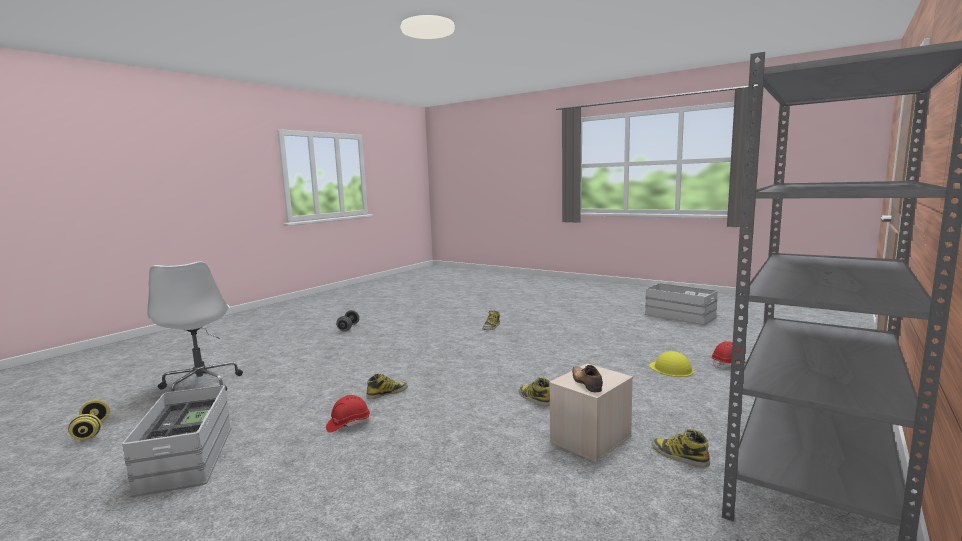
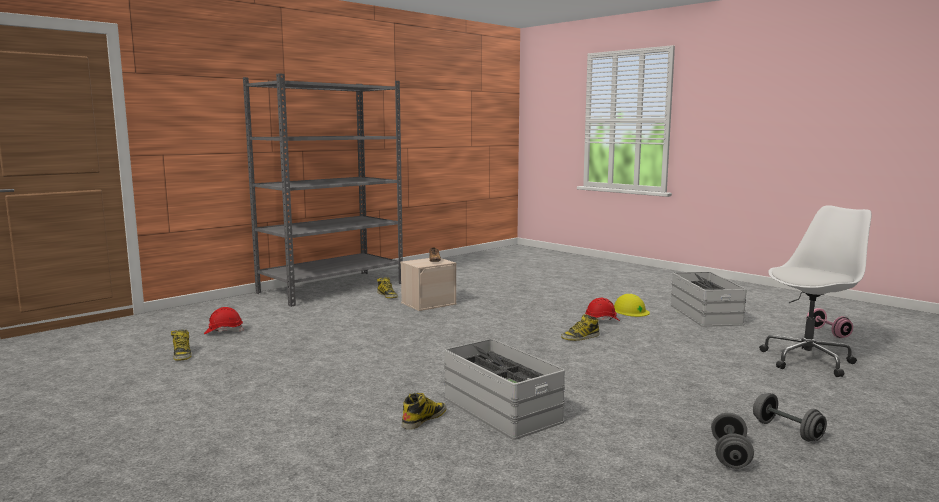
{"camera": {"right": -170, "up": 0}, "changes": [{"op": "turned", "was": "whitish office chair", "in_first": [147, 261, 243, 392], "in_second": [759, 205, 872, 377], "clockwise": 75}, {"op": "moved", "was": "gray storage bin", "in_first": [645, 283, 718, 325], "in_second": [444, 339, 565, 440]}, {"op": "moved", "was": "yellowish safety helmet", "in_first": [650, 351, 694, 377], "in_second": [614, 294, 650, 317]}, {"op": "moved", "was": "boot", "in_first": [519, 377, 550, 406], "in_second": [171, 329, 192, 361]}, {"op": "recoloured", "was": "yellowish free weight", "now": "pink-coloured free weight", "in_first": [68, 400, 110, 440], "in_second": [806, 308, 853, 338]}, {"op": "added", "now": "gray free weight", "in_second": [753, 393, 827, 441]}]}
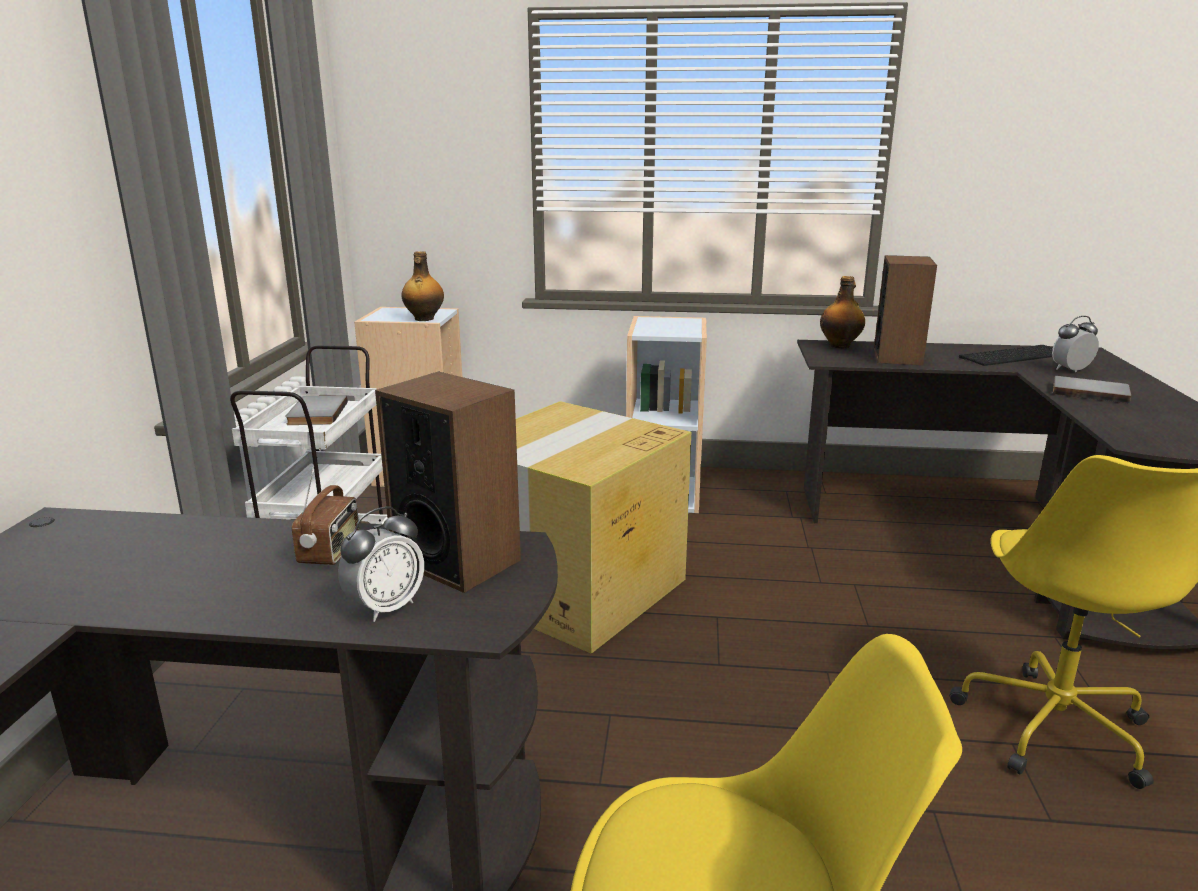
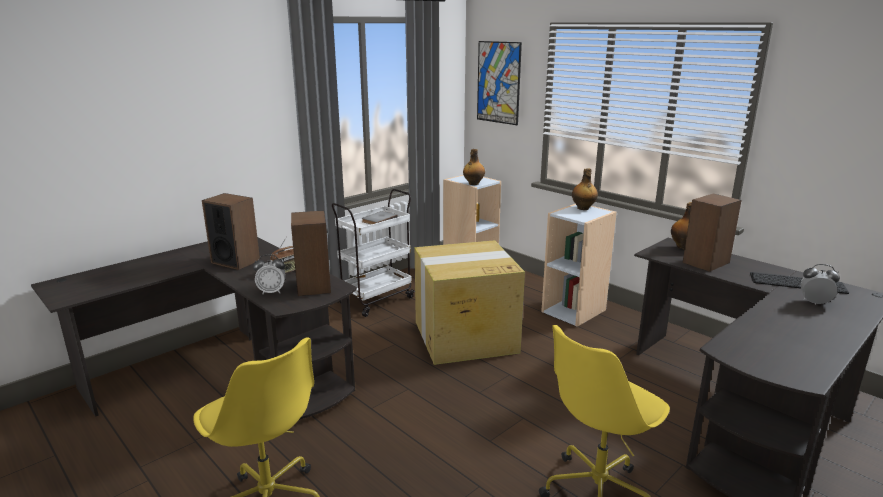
{"camera": {"right": 40, "up": 0}, "changes": [{"op": "removed", "was": "gray bound book", "in_first": [1053, 376, 1131, 404]}, {"op": "added", "now": "wall picture", "in_second": [477, 41, 522, 125]}, {"op": "added", "now": "beverage bottle", "in_second": [572, 168, 598, 210]}, {"op": "added", "now": "speaker", "in_second": [202, 193, 260, 270]}]}
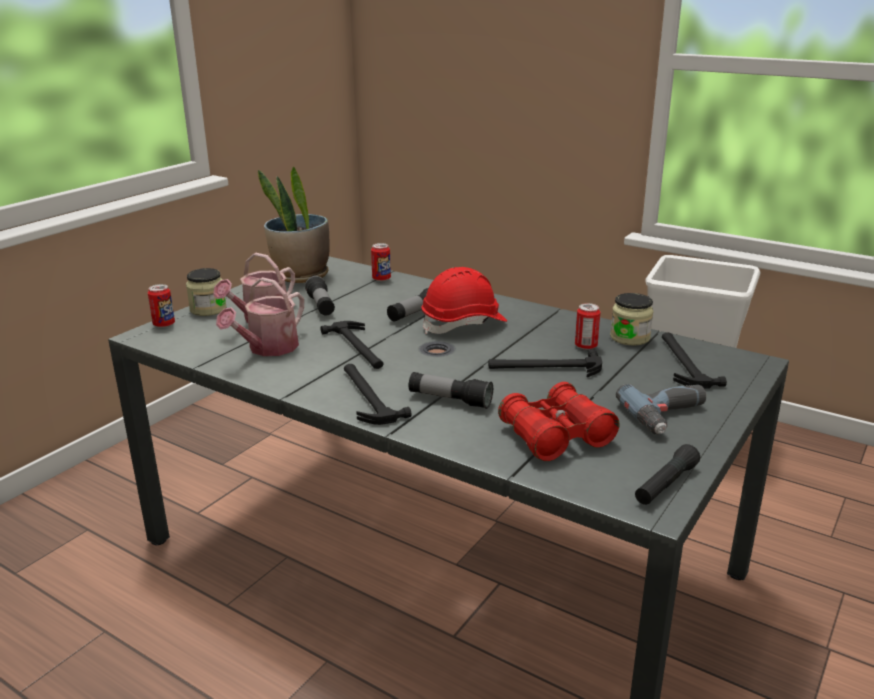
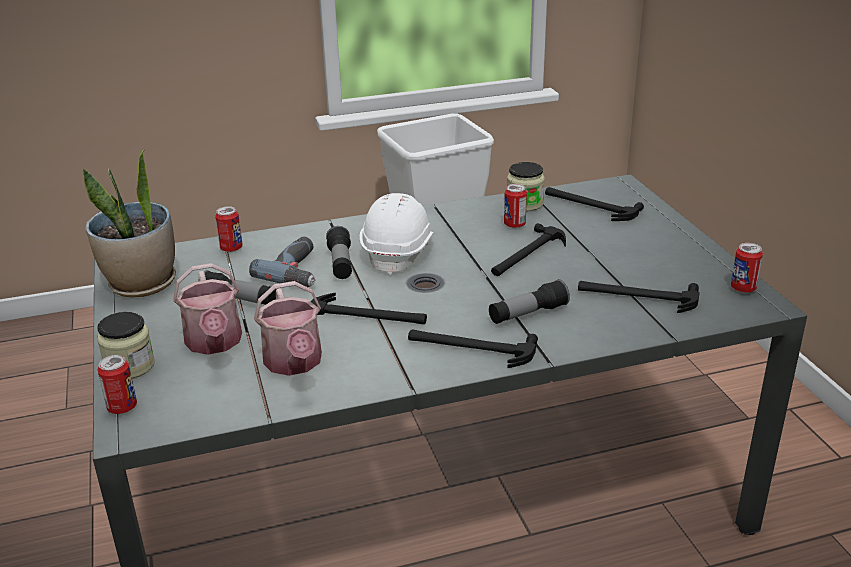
{"camera": {"right": -50, "up": 5}, "changes": [{"op": "recoloured", "was": "red safety helmet", "now": "whitish safety helmet", "in_first": [421, 267, 507, 334], "in_second": [360, 193, 434, 275]}, {"op": "replaced", "was": "red field glasses", "now": "hammer", "in_first": [498, 382, 619, 461], "in_second": [578, 281, 700, 313]}, {"op": "moved", "was": "electric drill", "in_first": [616, 384, 706, 435], "in_second": [249, 236, 316, 287]}, {"op": "replaced", "was": "black-coloured flashlight", "now": "sealed can", "in_first": [635, 444, 700, 505], "in_second": [731, 243, 763, 293]}]}
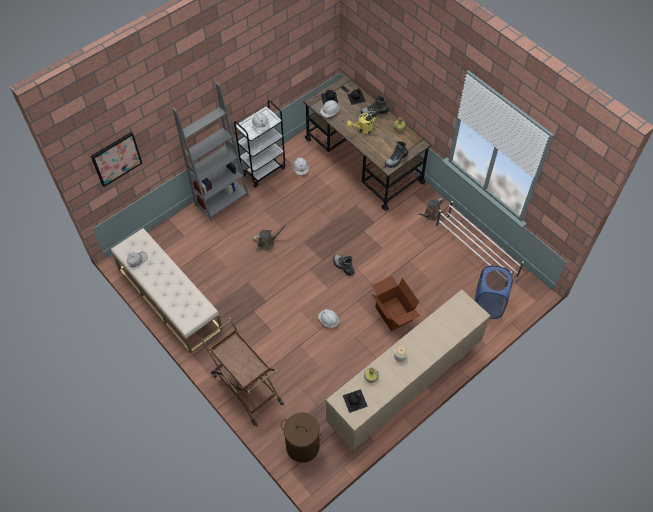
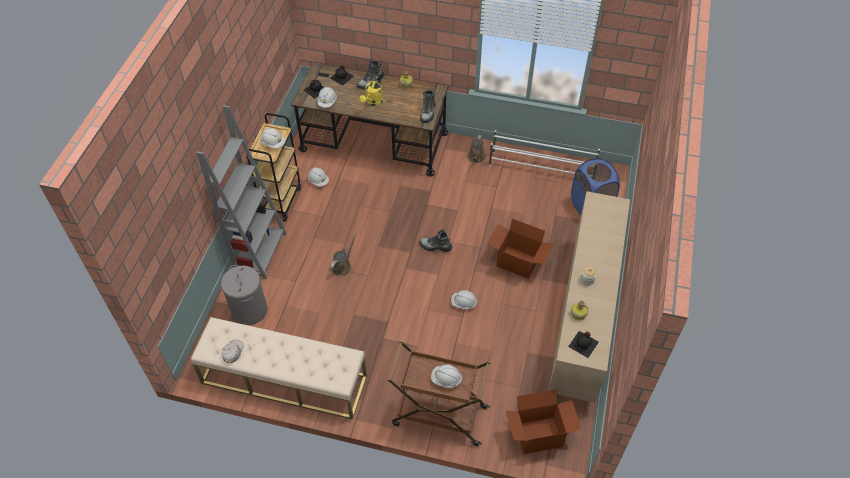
{"camera": {"right": -35, "up": -5}, "changes": [{"op": "recoloured", "was": "whitish trolley", "now": "brown trolley", "in_first": [234, 100, 286, 187], "in_second": [246, 113, 301, 222]}, {"op": "removed", "was": "wall picture", "in_first": [91, 132, 142, 187]}, {"op": "replaced", "was": "brown washing basket", "now": "carton", "in_first": [281, 413, 322, 463], "in_second": [506, 390, 581, 454]}, {"op": "added", "now": "gray washing basket", "in_second": [221, 265, 267, 325]}, {"op": "added", "now": "whitish safety helmet", "in_second": [431, 364, 462, 388]}]}
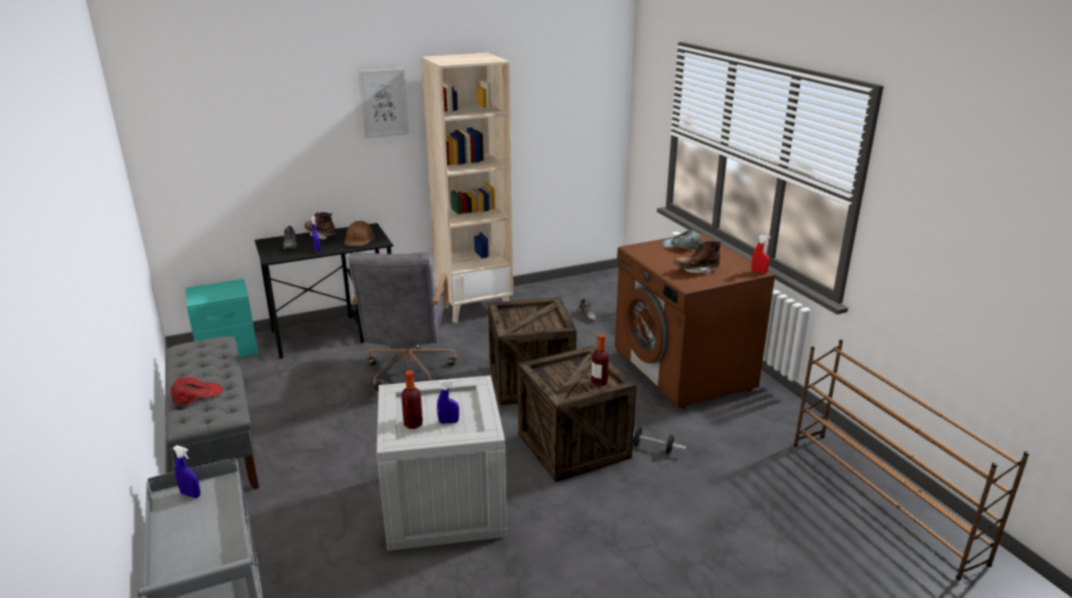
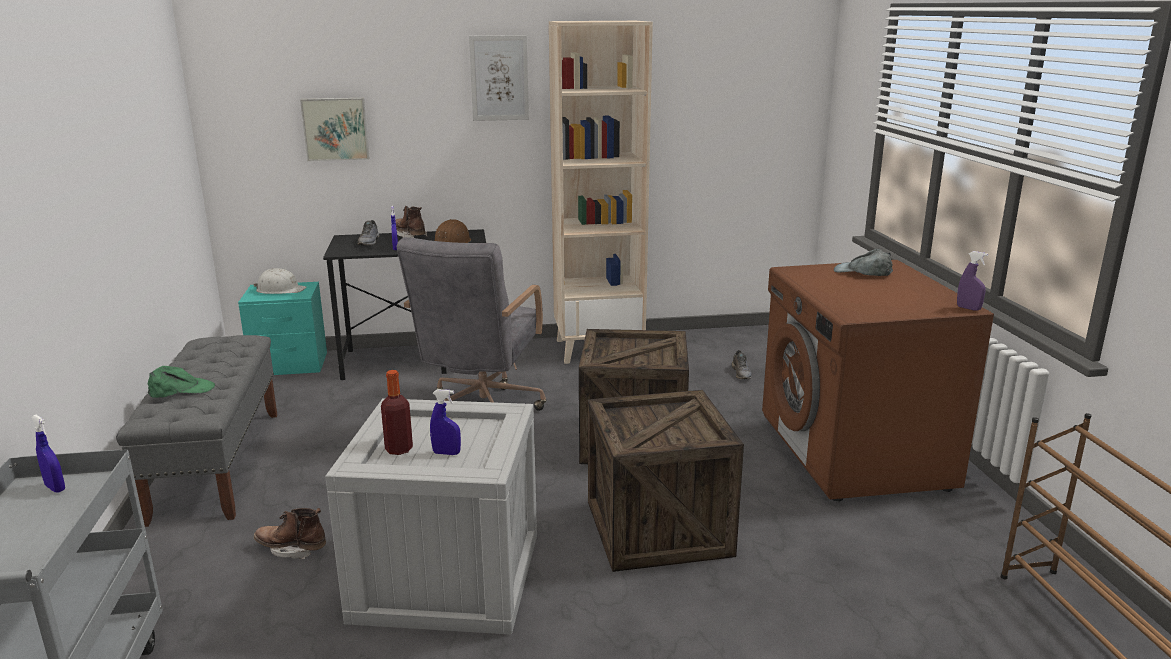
{"camera": {"right": 15, "up": -5}, "changes": [{"op": "recoloured", "was": "red spray bottle", "now": "purple-coloured spray bottle", "in_first": [751, 235, 771, 273], "in_second": [957, 251, 988, 311]}, {"op": "moved", "was": "brown boot", "in_first": [673, 240, 722, 273], "in_second": [254, 508, 326, 559]}, {"op": "removed", "was": "beverage bottle", "in_first": [591, 334, 609, 386]}, {"op": "recoloured", "was": "red cap", "now": "greenish cap", "in_first": [170, 377, 223, 405], "in_second": [147, 366, 215, 398]}, {"op": "removed", "was": "free weight", "in_first": [633, 427, 686, 454]}, {"op": "added", "now": "wall picture", "in_second": [300, 98, 369, 161]}, {"op": "added", "now": "whitish safety helmet", "in_second": [254, 268, 307, 294]}]}
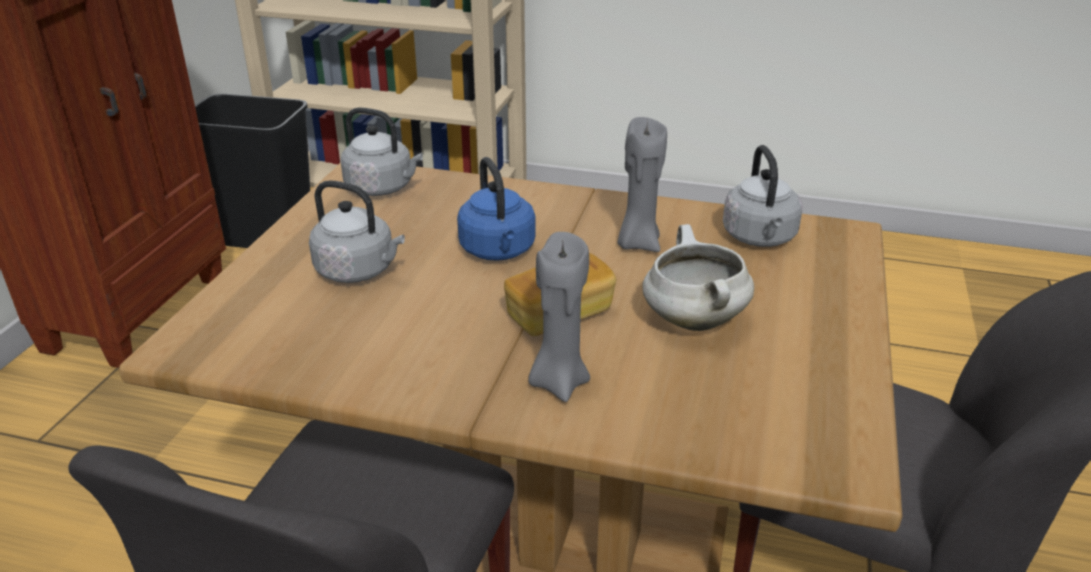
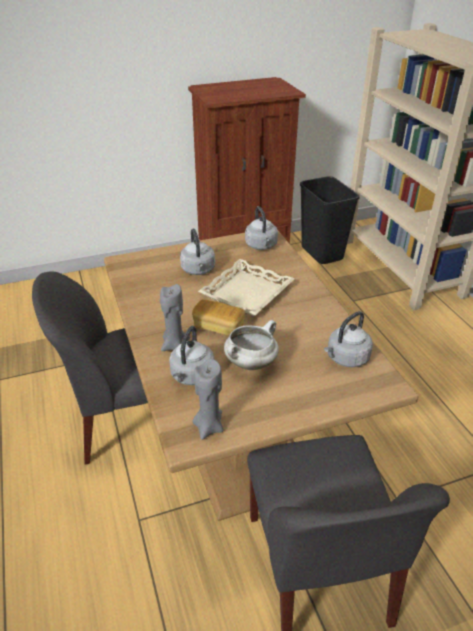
{"camera": {"right": 55, "up": 5}, "changes": [{"op": "moved", "was": "gray wax candle", "in_first": [618, 117, 667, 252], "in_second": [192, 359, 223, 440]}, {"op": "replaced", "was": "blue-coloured water kettle", "now": "sand-coloured carrying tray", "in_first": [457, 157, 536, 261], "in_second": [198, 259, 294, 316]}, {"op": "added", "now": "gray water kettle", "in_second": [169, 326, 214, 385]}]}
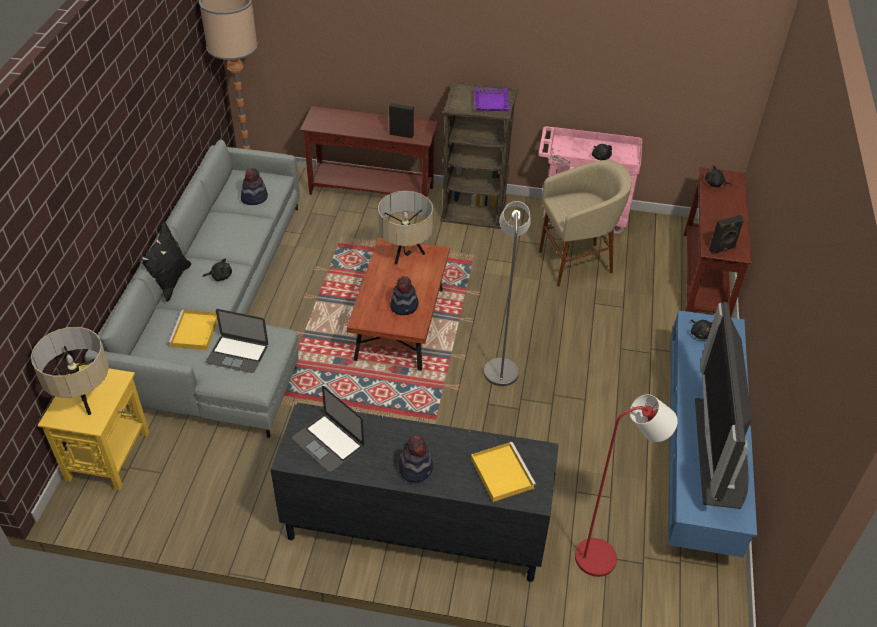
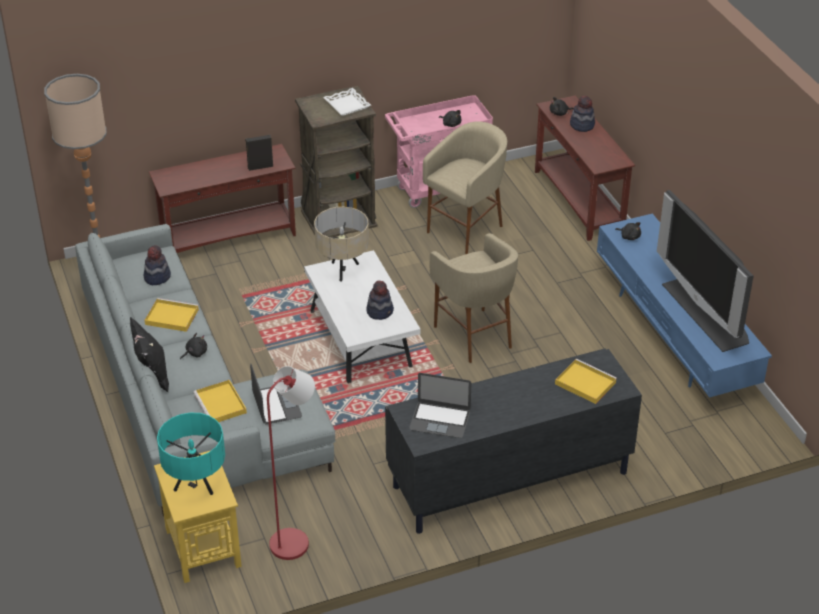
{"camera": {"right": -30, "up": -5}, "changes": [{"op": "recoloured", "was": "purple-coloured carrying tray", "now": "whitish carrying tray", "in_first": [474, 88, 510, 111], "in_second": [323, 88, 371, 116]}, {"op": "replaced", "was": "gray standing lamp", "now": "sand-coloured sitting stool", "in_first": [484, 201, 531, 386], "in_second": [430, 233, 518, 363]}, {"op": "removed", "was": "black-coloured speaker", "in_first": [709, 215, 745, 254]}, {"op": "recoloured", "was": "brown coffee table", "now": "whitish coffee table", "in_first": [347, 238, 450, 371], "in_second": [304, 250, 421, 384]}, {"op": "turned", "was": "portable computer", "in_first": [206, 309, 268, 373], "in_second": [250, 364, 302, 425], "clockwise": -90}, {"op": "recoloured", "was": "sand-coloured table lamp", "now": "turquoise table lamp", "in_first": [31, 327, 109, 415], "in_second": [157, 413, 225, 495]}, {"op": "moved", "was": "red standing lamp", "in_first": [575, 394, 678, 577], "in_second": [267, 366, 315, 560]}, {"op": "moved", "was": "hat", "in_first": [398, 435, 433, 482], "in_second": [570, 96, 595, 132]}, {"op": "added", "now": "yellowish carrying tray", "in_second": [145, 298, 199, 332]}]}
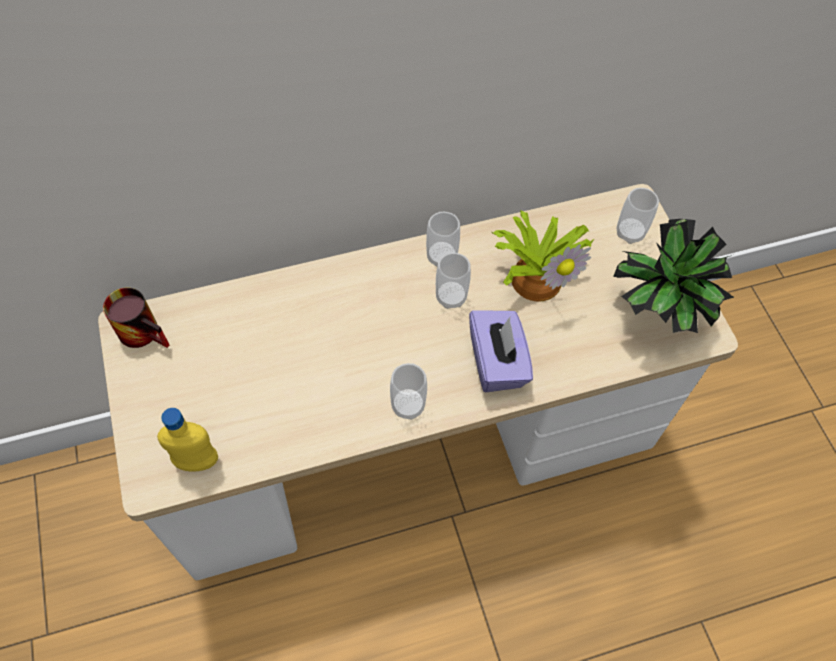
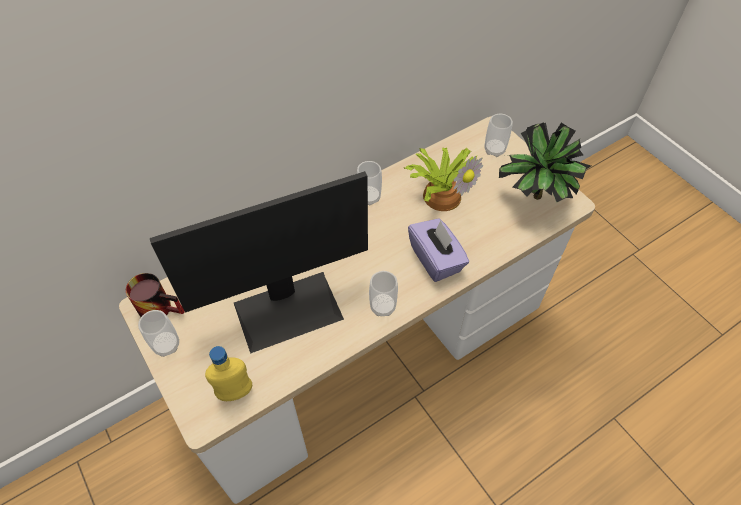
{"camera": {"right": -15, "up": -5}, "changes": [{"op": "moved", "was": "drinking cup", "in_first": [436, 253, 471, 309], "in_second": [138, 310, 179, 357]}, {"op": "added", "now": "computer display", "in_second": [150, 171, 368, 354]}]}
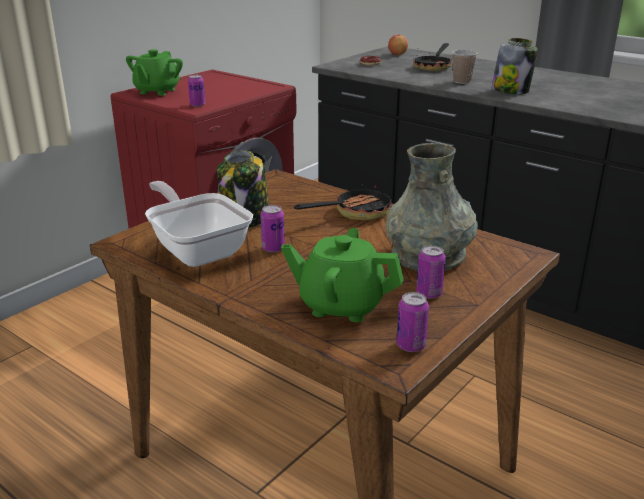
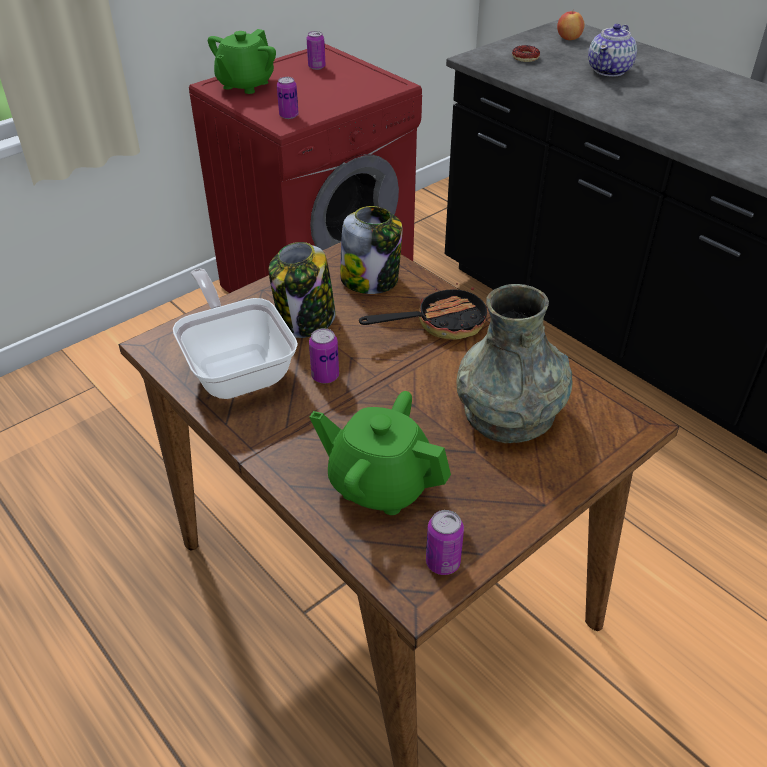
{"camera": {"right": 10, "up": 15}, "changes": [{"op": "moved", "was": "jar", "in_first": [492, 38, 538, 94], "in_second": [340, 206, 403, 294]}, {"op": "replaced", "was": "skillet", "now": "pot for tea", "in_first": [413, 43, 452, 71], "in_second": [588, 24, 637, 77]}, {"op": "removed", "was": "drinking cup", "in_first": [452, 50, 478, 84]}, {"op": "moved", "was": "sealed can", "in_first": [416, 245, 446, 299], "in_second": [307, 31, 325, 70]}]}
